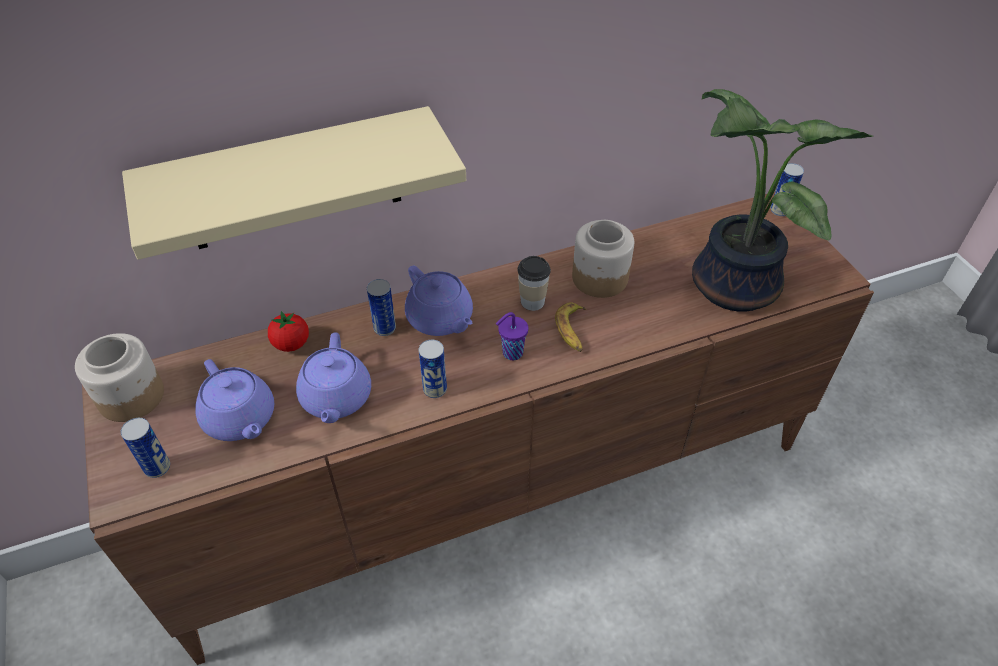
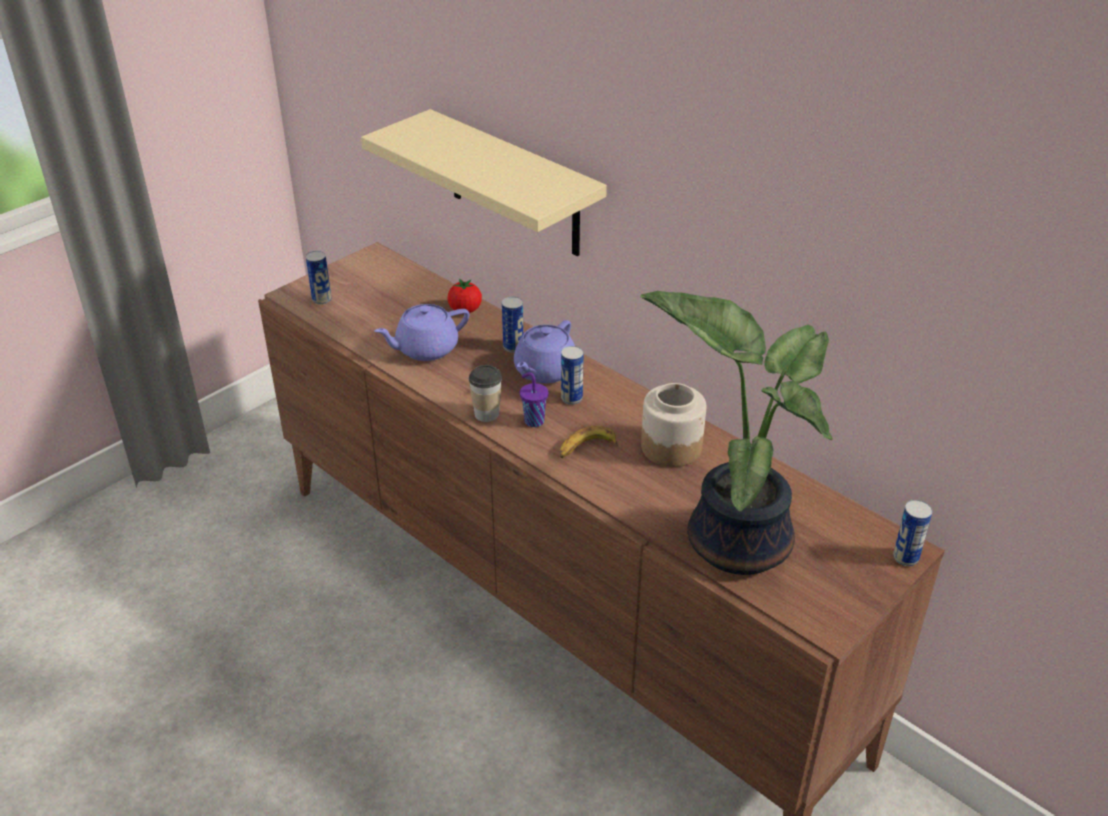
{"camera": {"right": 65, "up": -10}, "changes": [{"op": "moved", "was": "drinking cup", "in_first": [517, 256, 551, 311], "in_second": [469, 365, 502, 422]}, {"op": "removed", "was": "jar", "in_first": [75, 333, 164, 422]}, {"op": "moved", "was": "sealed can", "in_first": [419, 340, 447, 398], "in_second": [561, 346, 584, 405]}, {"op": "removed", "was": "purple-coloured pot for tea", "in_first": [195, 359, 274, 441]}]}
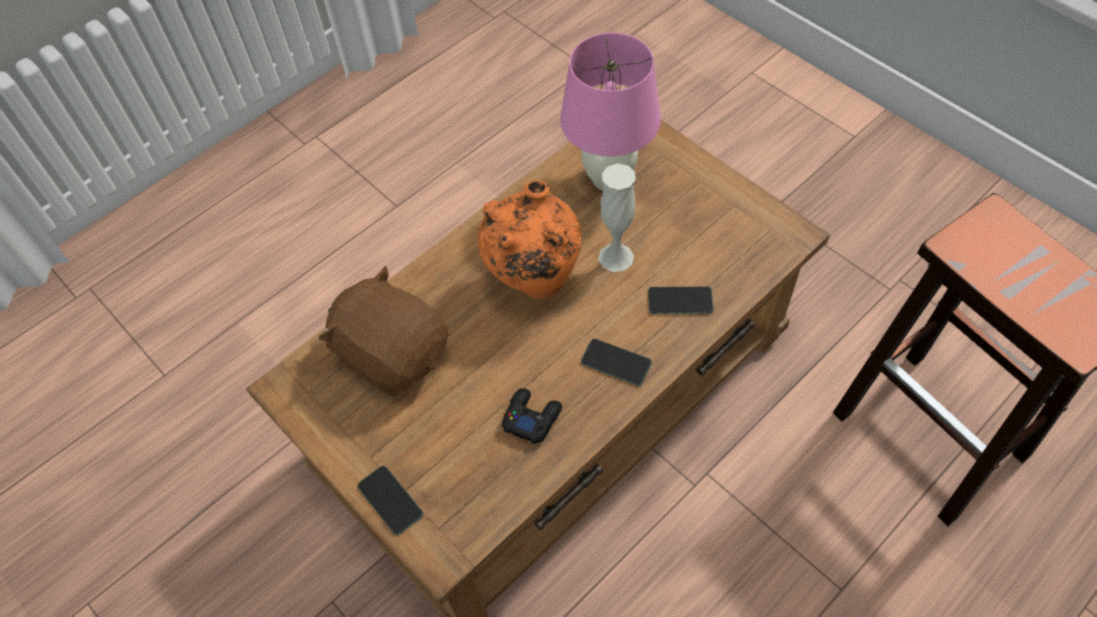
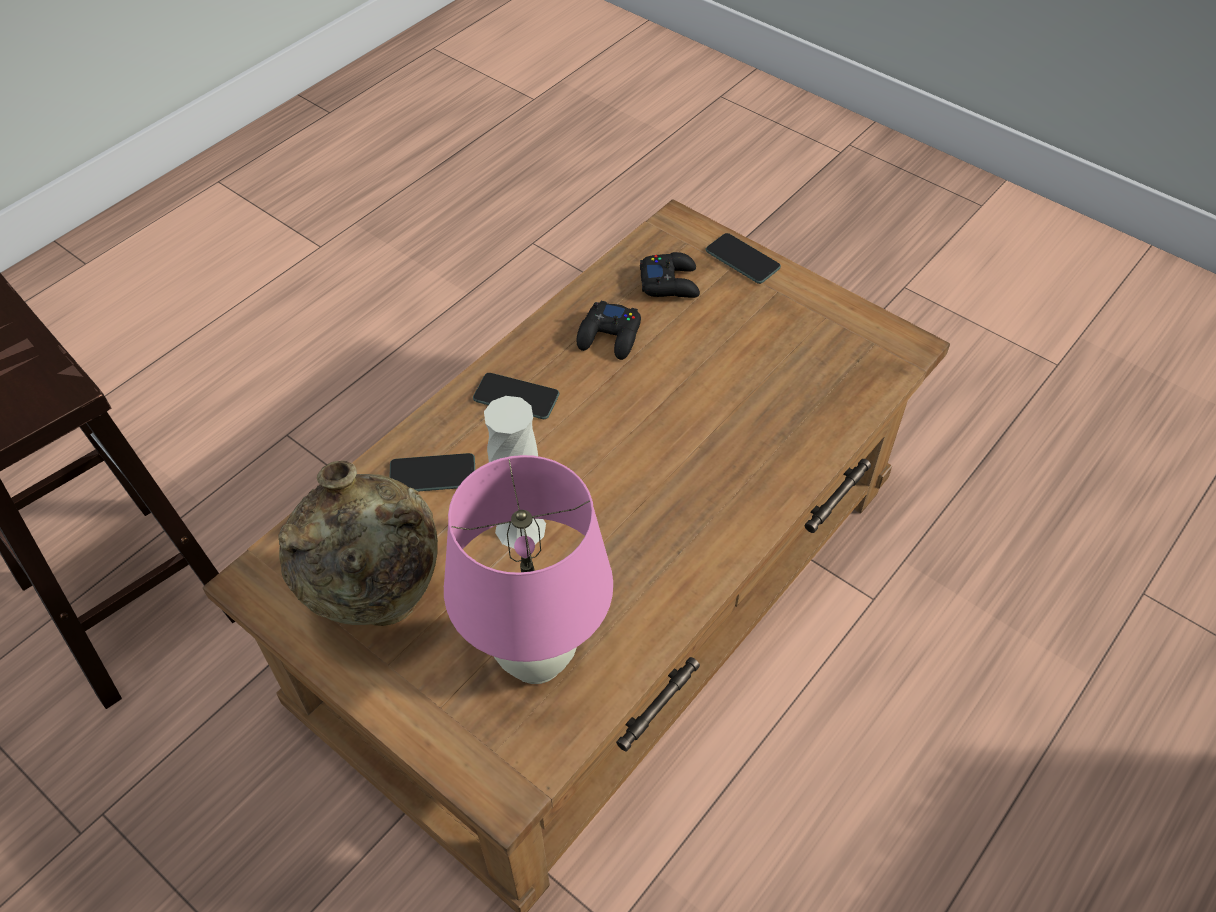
{"camera": {"right": 170, "up": -5}, "changes": [{"op": "removed", "was": "orangey flower vase", "in_first": [478, 181, 582, 299]}, {"op": "removed", "was": "brown plush toy", "in_first": [319, 266, 448, 397]}, {"op": "added", "now": "black-coloured joypad", "in_second": [640, 252, 700, 298]}, {"op": "added", "now": "sand-coloured flower vase", "in_second": [278, 461, 438, 626]}]}
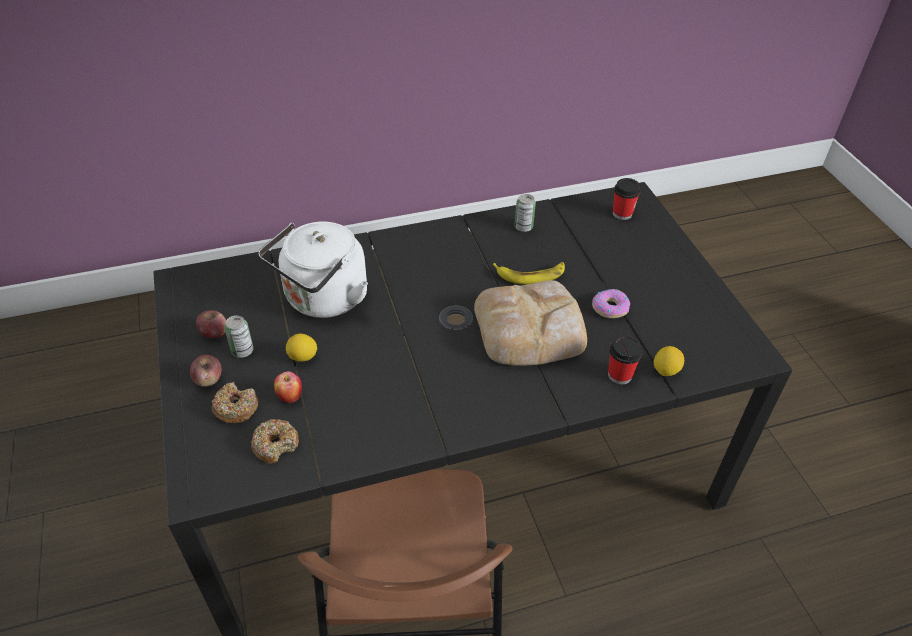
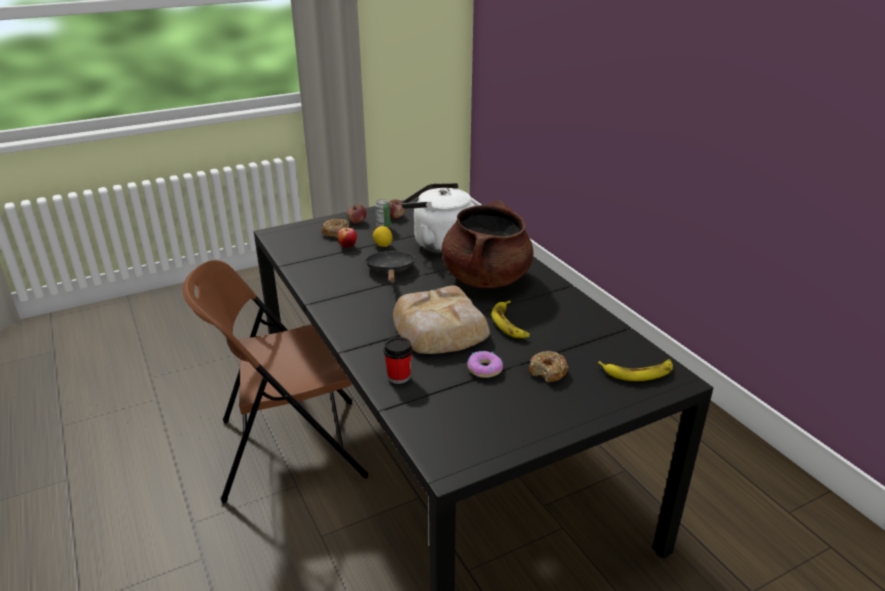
{"camera": {"right": 80, "up": -15}, "changes": [{"op": "replaced", "was": "drinking cup", "now": "banana", "in_first": [613, 178, 641, 220], "in_second": [598, 359, 673, 381]}, {"op": "removed", "was": "sealed can", "in_first": [514, 194, 536, 232]}, {"op": "removed", "was": "lemon", "in_first": [654, 346, 684, 376]}, {"op": "moved", "was": "ring doughnut", "in_first": [251, 419, 299, 464], "in_second": [529, 351, 568, 382]}, {"op": "added", "now": "brown saucepot", "in_second": [442, 200, 533, 288]}, {"op": "added", "now": "black-coloured skillet", "in_second": [365, 251, 416, 283]}]}
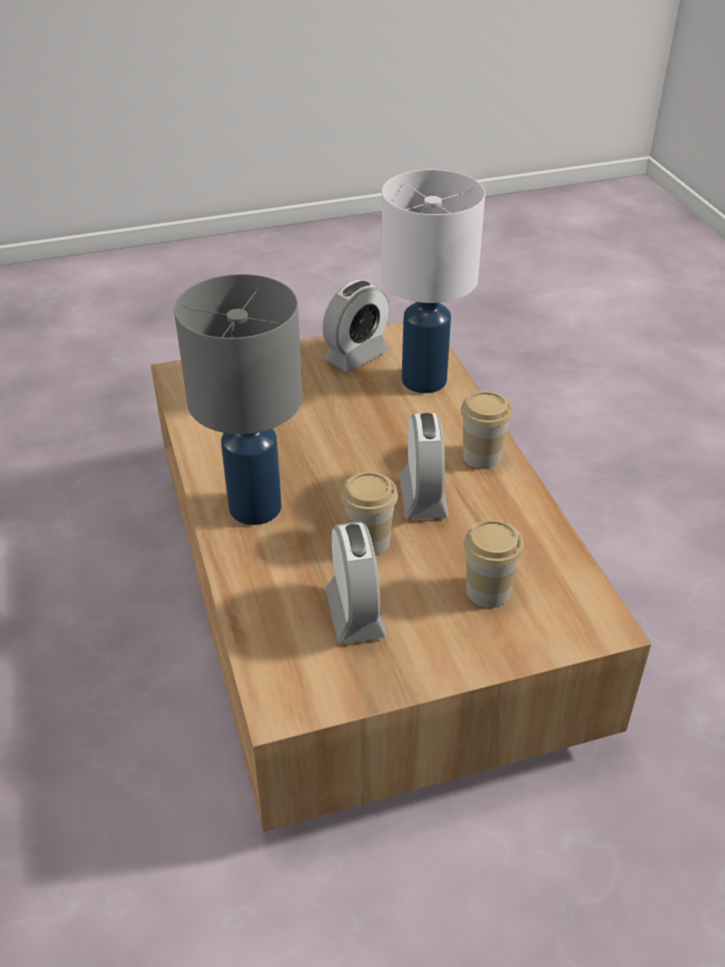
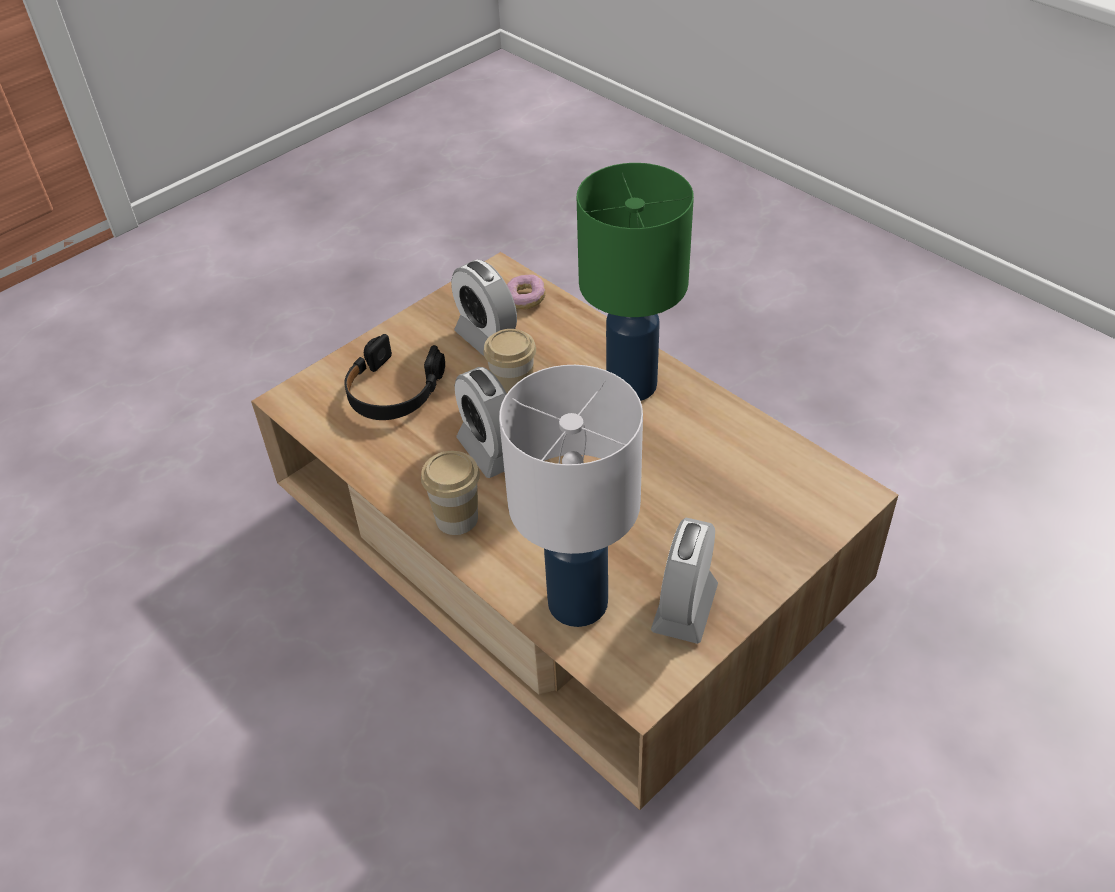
{"camera": {"right": 155, "up": 5}, "changes": [{"op": "recoloured", "was": "gray table lamp", "now": "greenish table lamp", "in_first": [174, 274, 302, 525], "in_second": [577, 163, 694, 401]}, {"op": "replaced", "was": "drinking cup", "now": "black-coloured pair of headphones", "in_first": [463, 520, 524, 608], "in_second": [344, 334, 445, 420]}, {"op": "added", "now": "ring doughnut", "in_second": [507, 275, 546, 309]}]}
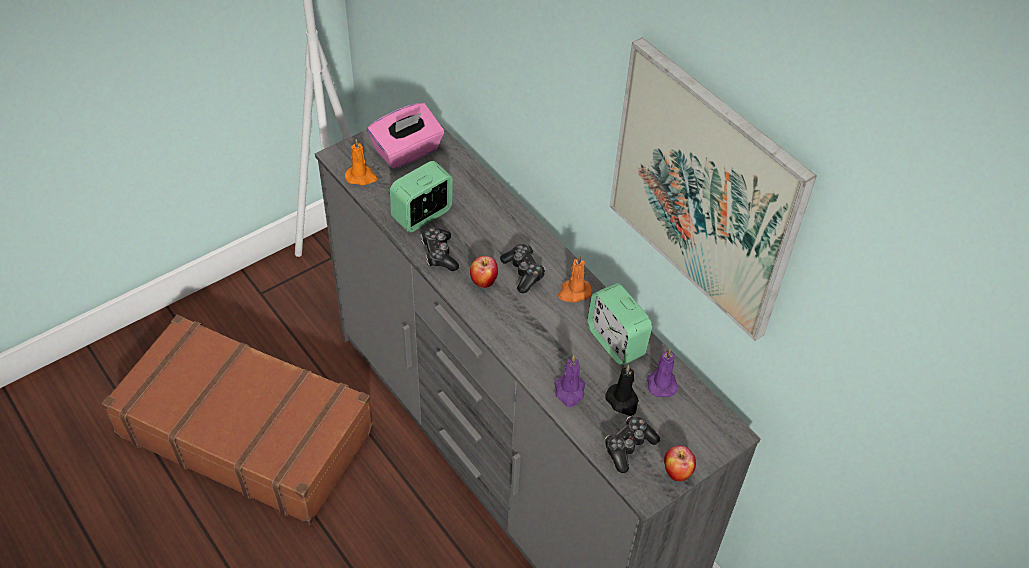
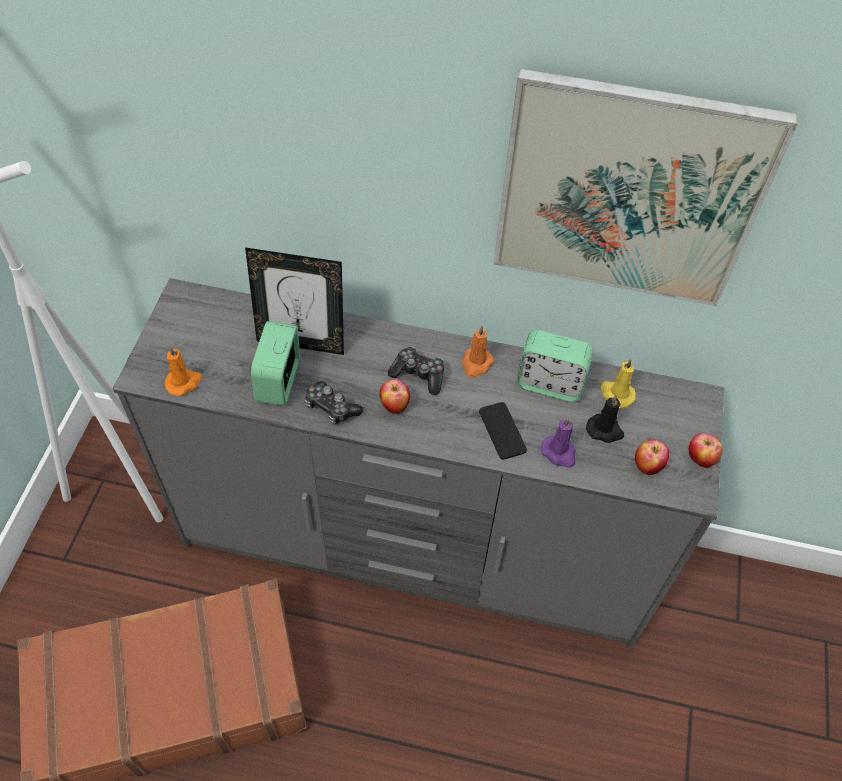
{"camera": {"right": -40, "up": 5}, "changes": [{"op": "removed", "was": "pink-coloured tissue box", "in_first": [367, 103, 444, 169]}, {"op": "recoloured", "was": "purple-coloured wax candle", "now": "yellowish wax candle", "in_first": [647, 349, 679, 397], "in_second": [601, 359, 636, 408]}, {"op": "replaced", "was": "joypad", "now": "apple fruit", "in_first": [605, 416, 660, 473], "in_second": [635, 439, 669, 475]}, {"op": "added", "now": "picture frame", "in_second": [245, 247, 344, 355]}, {"op": "added", "now": "telephone", "in_second": [479, 402, 527, 460]}]}
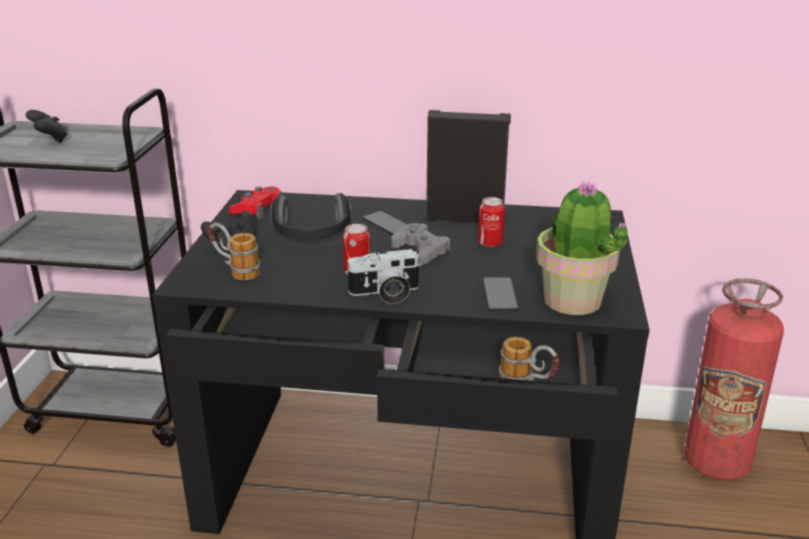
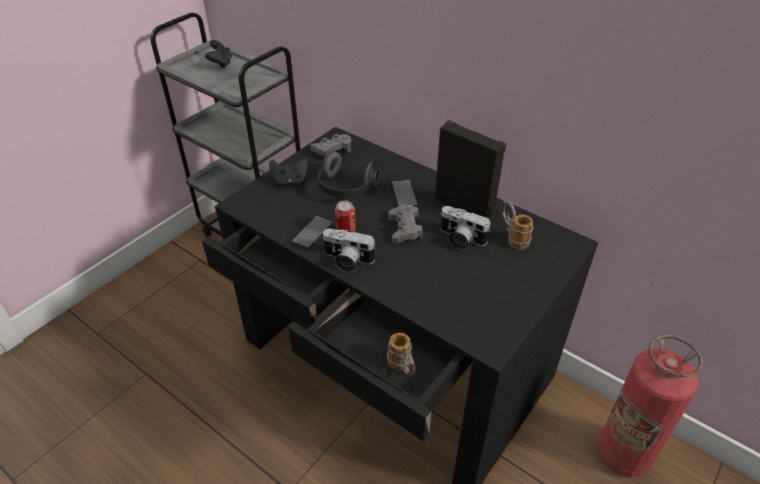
{"camera": {"right": 30, "up": 15}, "changes": [{"op": "removed", "was": "potted plant", "in_first": [536, 180, 628, 315]}, {"op": "recoloured", "was": "red joypad", "now": "gray joypad", "in_first": [229, 186, 282, 220], "in_second": [311, 134, 351, 158]}, {"op": "replaced", "was": "sealed can", "now": "still camera", "in_first": [478, 197, 505, 247], "in_second": [440, 206, 491, 250]}, {"op": "moved", "was": "tea mug", "in_first": [208, 223, 261, 280], "in_second": [501, 201, 533, 250]}, {"op": "moved", "was": "telephone", "in_first": [483, 277, 518, 311], "in_second": [291, 216, 333, 249]}]}
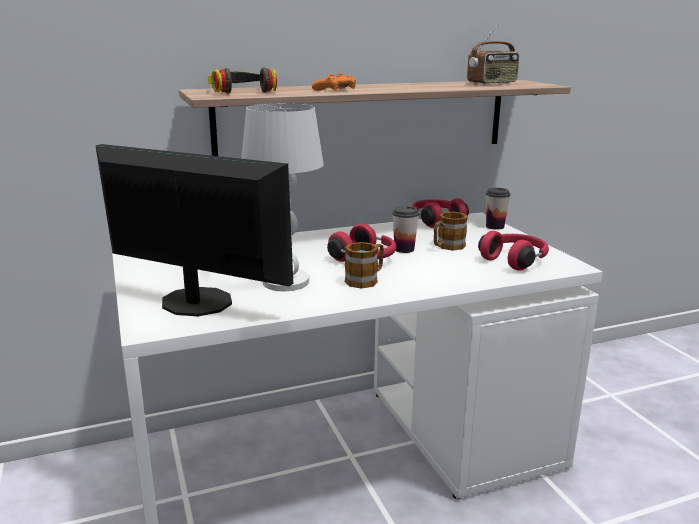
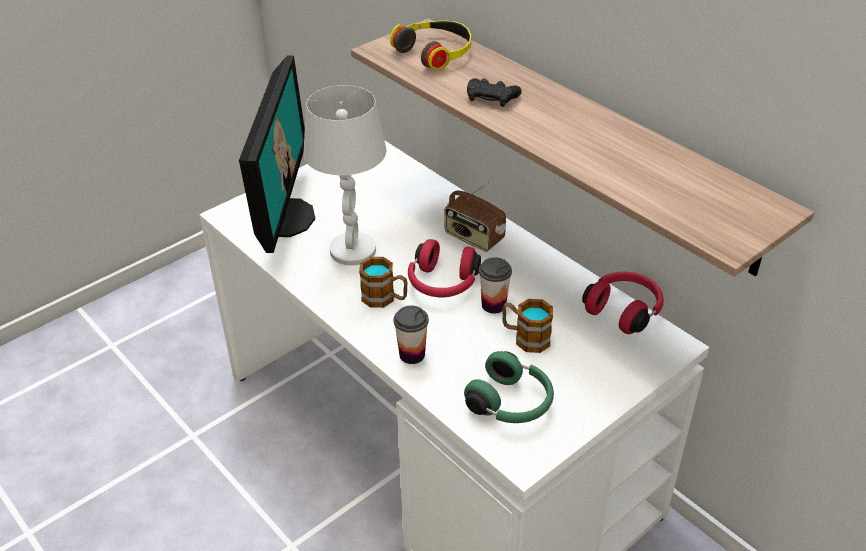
{"camera": {"right": 70, "up": 20}, "changes": [{"op": "moved", "was": "radio set", "in_first": [467, 24, 519, 85], "in_second": [444, 182, 506, 252]}, {"op": "recoloured", "was": "orangey joypad", "now": "black-coloured joypad", "in_first": [312, 73, 356, 91], "in_second": [467, 78, 522, 107]}, {"op": "moved", "was": "drinking cup", "in_first": [486, 188, 510, 230], "in_second": [394, 306, 429, 364]}, {"op": "recoloured", "was": "red pair of headphones", "now": "greenish pair of headphones", "in_first": [478, 231, 549, 271], "in_second": [464, 351, 554, 423]}]}
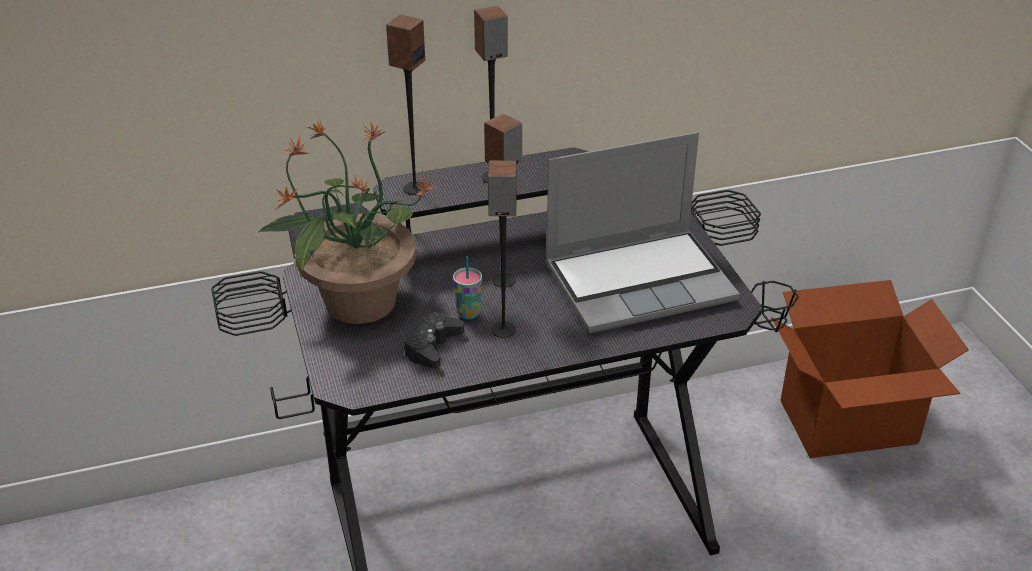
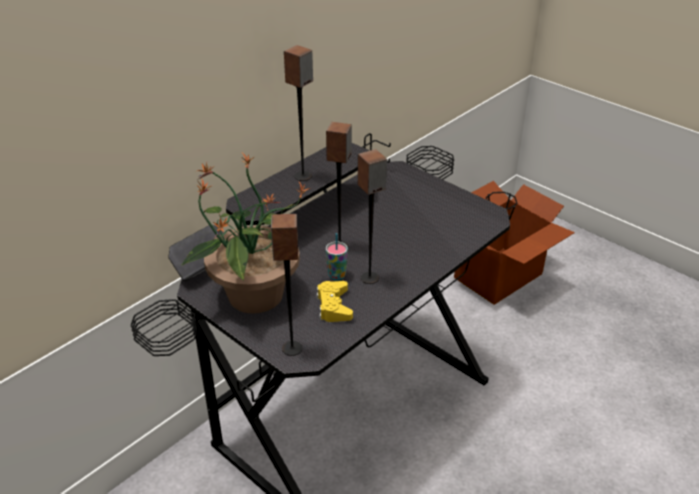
{"camera": {"right": -30, "up": 0}, "changes": [{"op": "moved", "was": "speaker", "in_first": [386, 15, 425, 195], "in_second": [271, 214, 303, 356]}, {"op": "removed", "was": "portable computer", "in_first": [545, 132, 740, 333]}, {"op": "recoloured", "was": "black-coloured joypad", "now": "yellowish joypad", "in_first": [404, 312, 464, 368], "in_second": [316, 281, 353, 322]}]}
